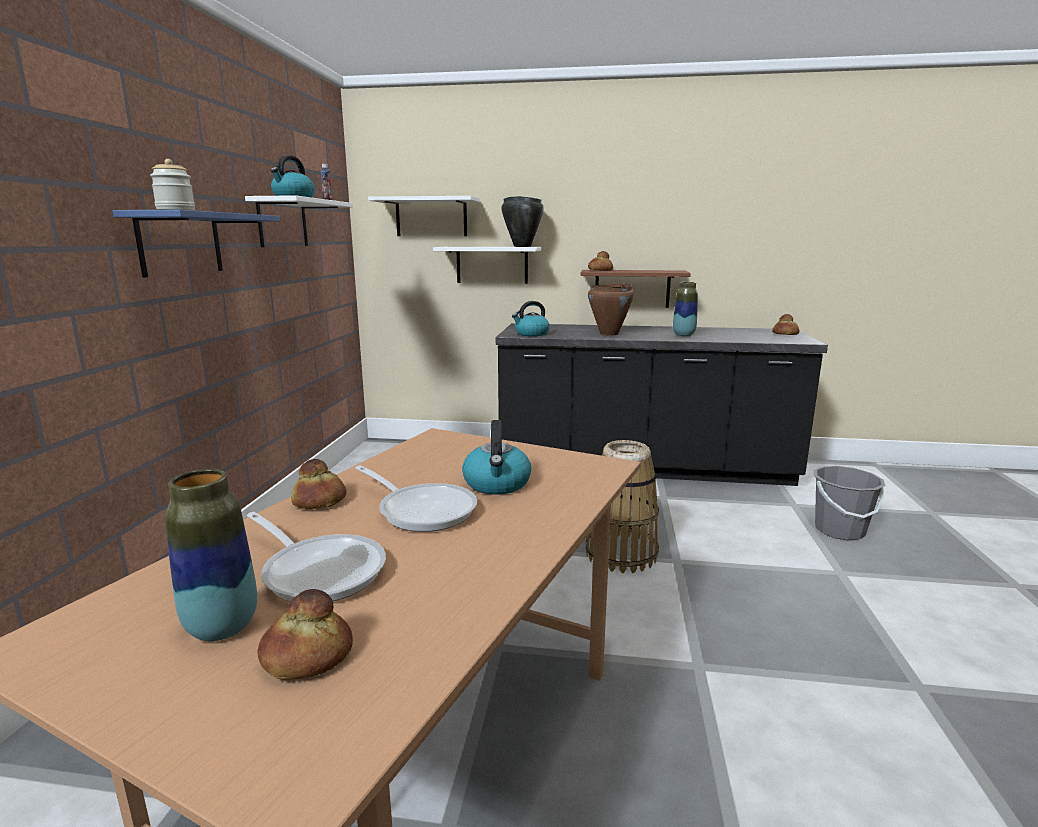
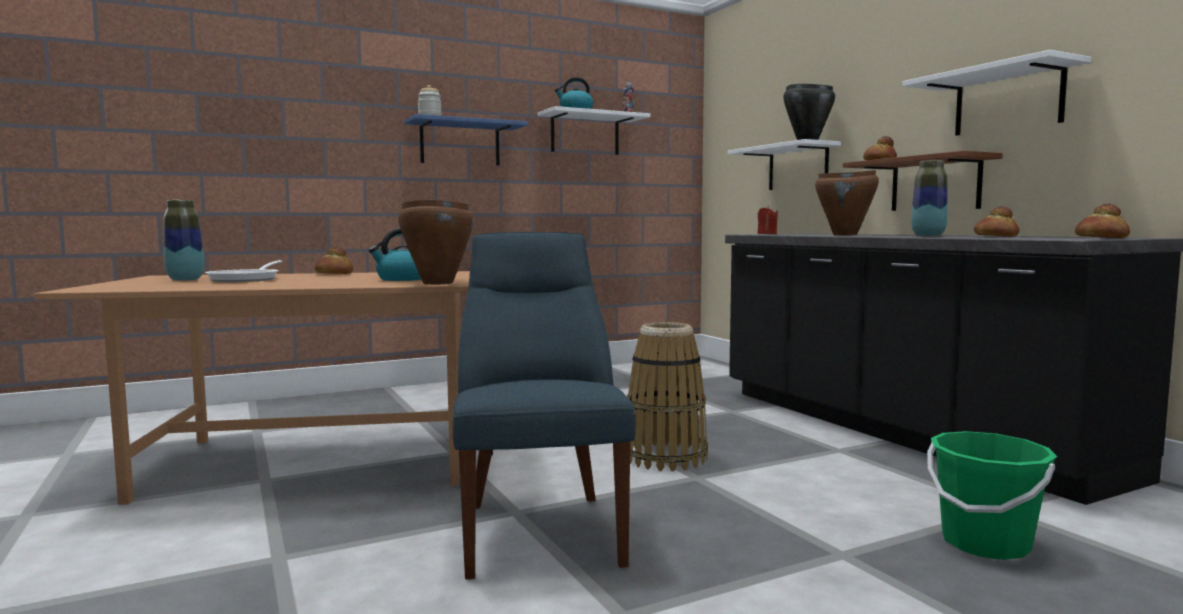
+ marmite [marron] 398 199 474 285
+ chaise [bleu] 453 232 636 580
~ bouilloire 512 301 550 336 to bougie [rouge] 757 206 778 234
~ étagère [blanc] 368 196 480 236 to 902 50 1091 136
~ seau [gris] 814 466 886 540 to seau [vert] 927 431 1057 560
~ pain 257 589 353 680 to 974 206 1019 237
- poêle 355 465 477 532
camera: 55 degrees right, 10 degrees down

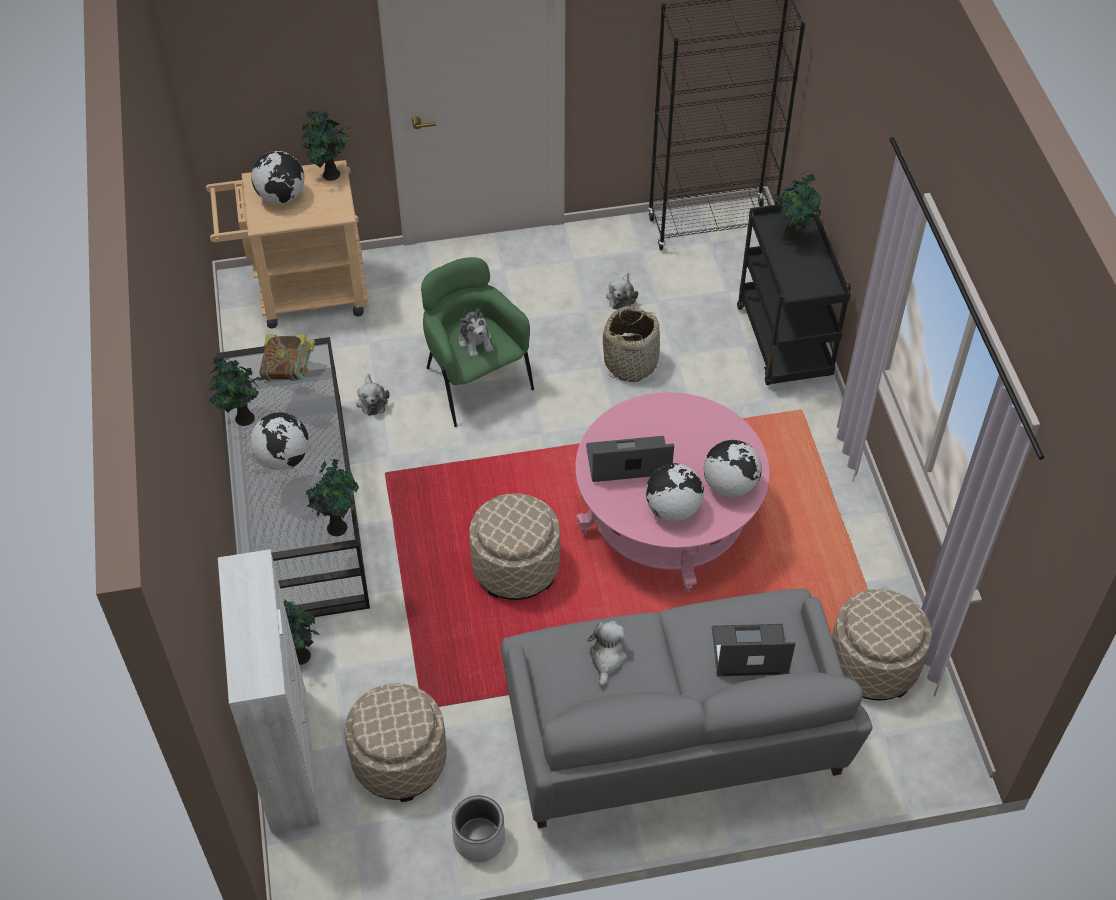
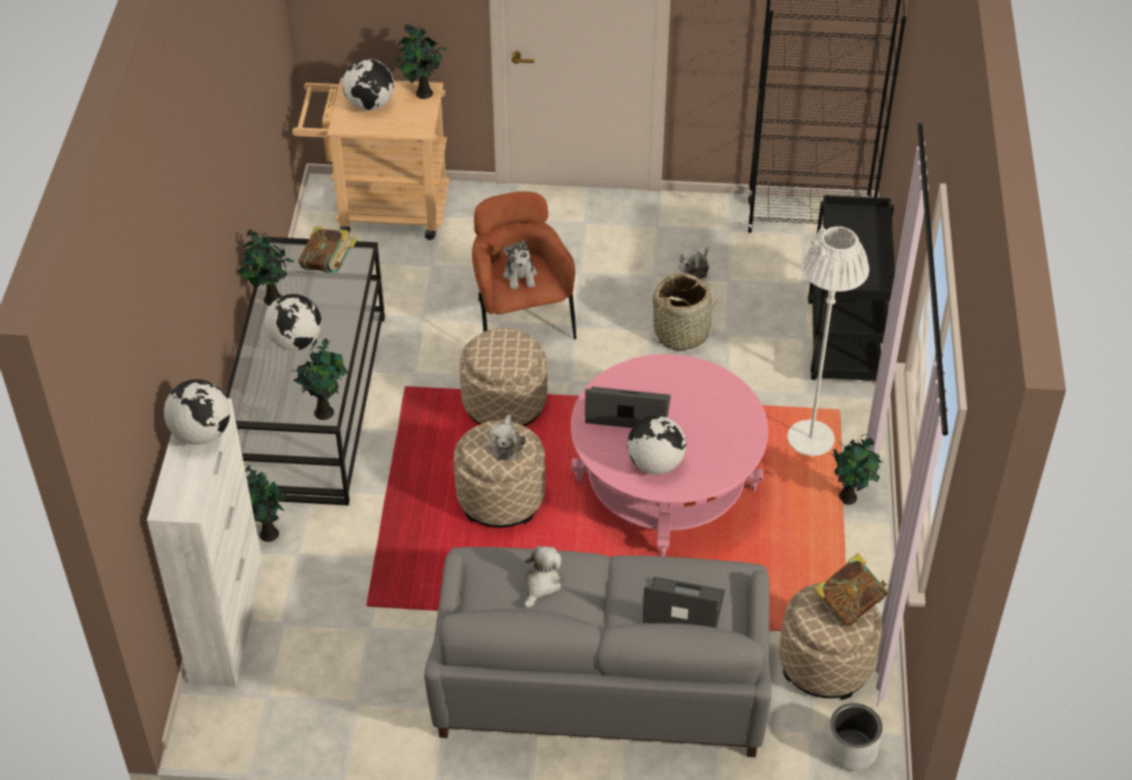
~ globe 704 440 762 498 to 164 379 230 445
~ pouf [beige] 345 684 447 802 to 460 328 547 426
~ fauteuil [vert] 421 257 534 427 to fauteuil [marron] 472 191 577 340
~ peluche 356 374 390 416 to 487 414 525 460
+ lampadaire [blanc] 787 226 869 456
+ livre 814 553 888 627
~ cache-pot [gris] 452 796 505 862 to 826 703 882 771
~ plante en pot 774 171 822 246 to 831 434 883 505
camera: 15 degrees right, 5 degrees down

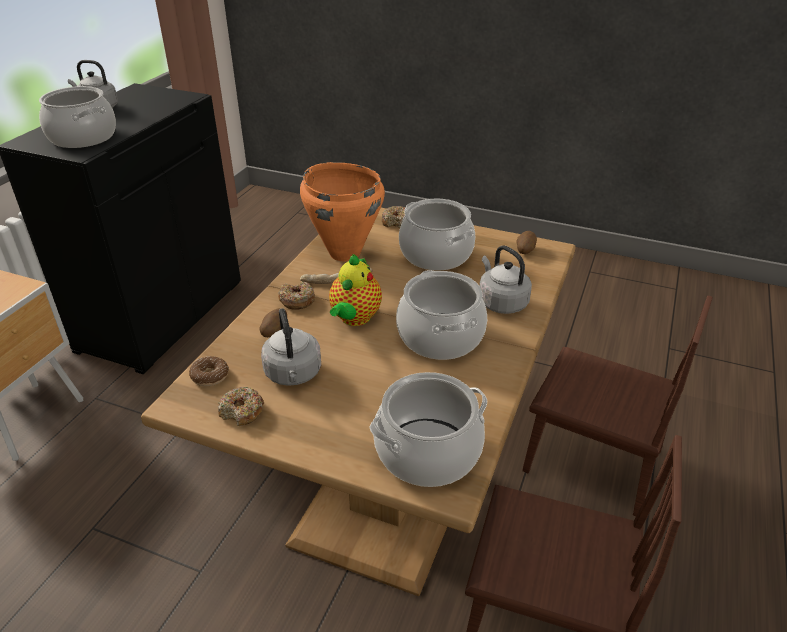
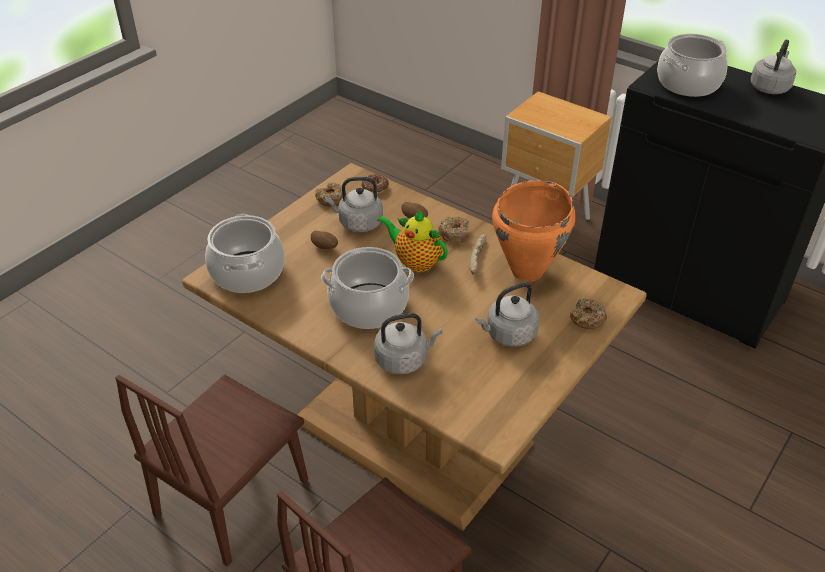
~ pomme de terre 516 231 537 254 to 311 231 338 249
~ marmite 399 199 475 270 to bouilloire [gris] 476 283 539 347
camera: 105 degrees right, 5 degrees up

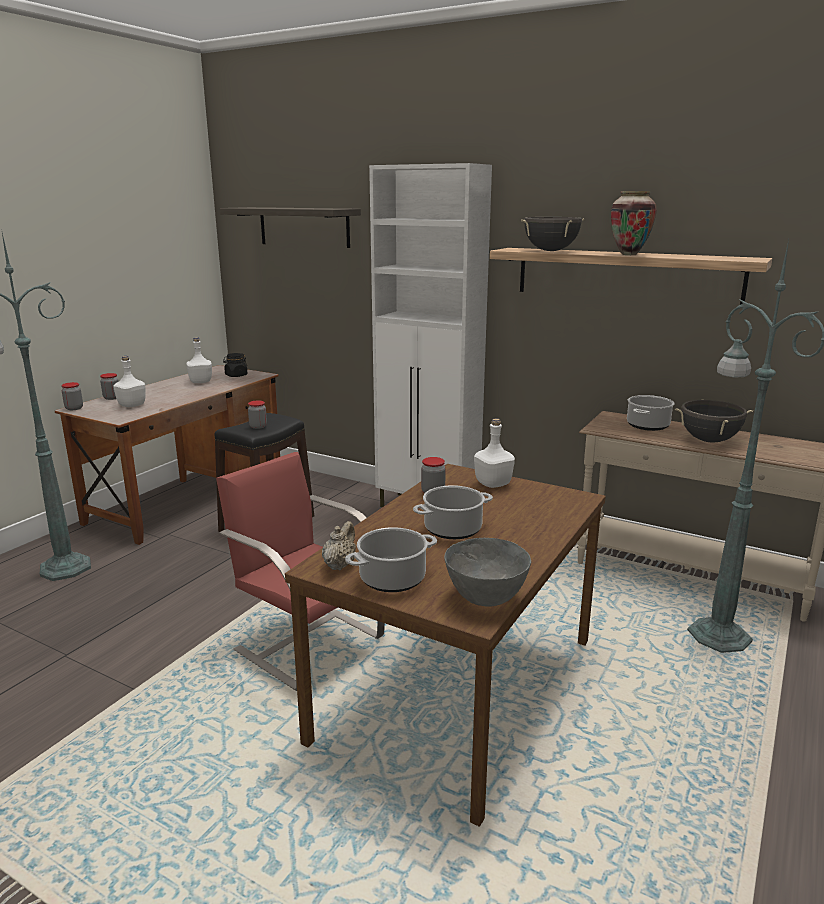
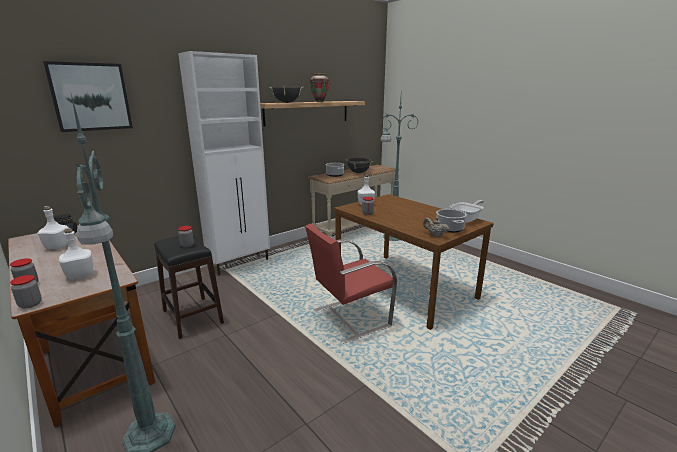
~ étagère 220 207 361 248 to tableau 43 61 133 132
~ bol [gris] 444 538 531 607 to poêle 449 200 484 223
- marmite 413 485 493 539
camera: 70 degrees left, 0 degrees up

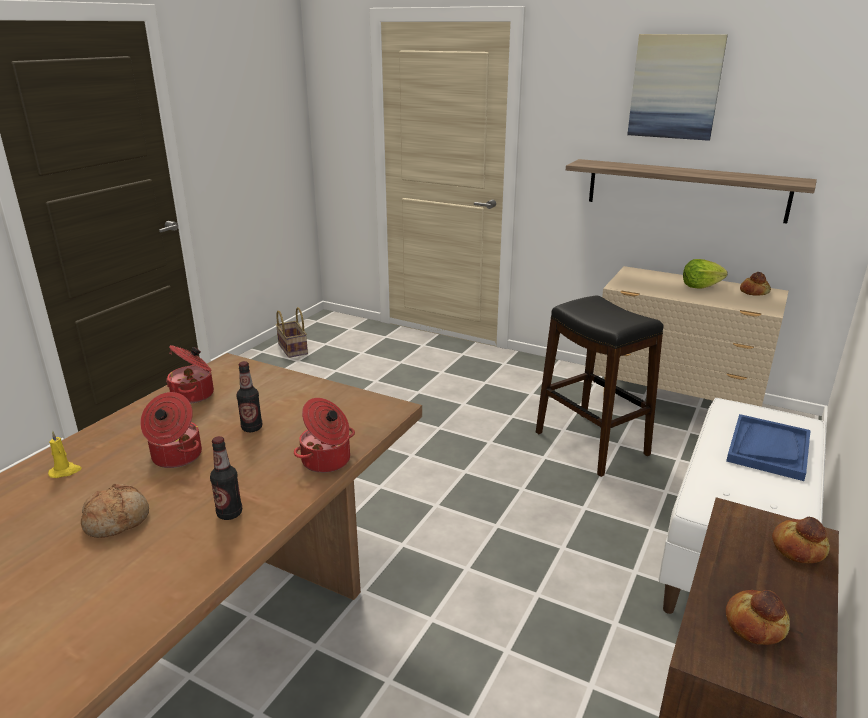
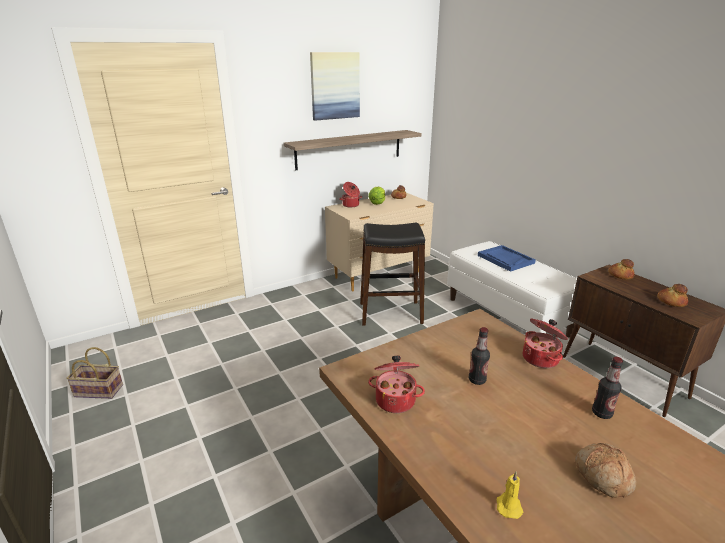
~ marmite 140 392 202 468 to 339 182 362 207
camera: 60 degrees left, 0 degrees up

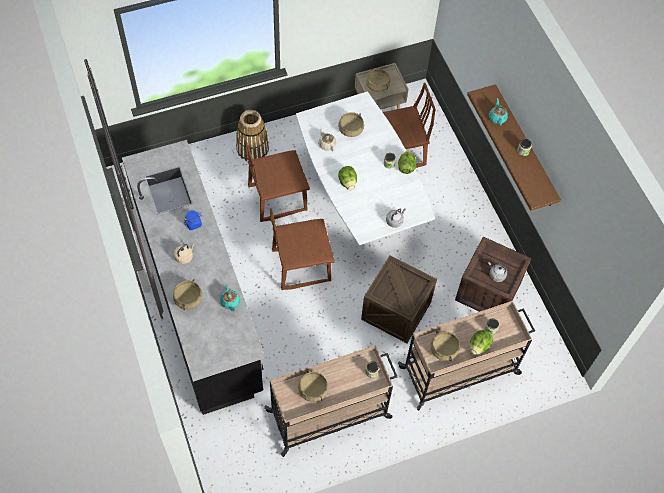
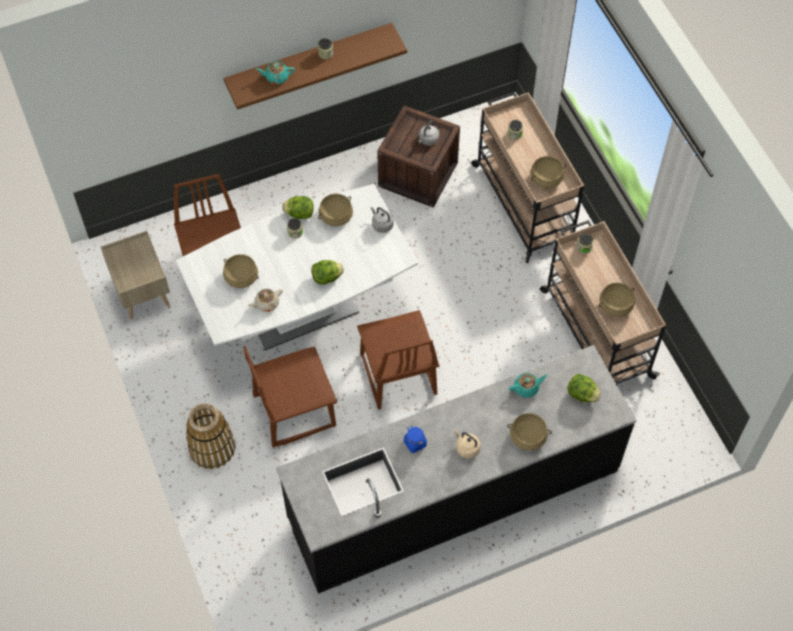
~ chaise [marron] 245 140 310 222 = 243 346 337 448 90 degrees clockwise
~ marmite [beige] 366 69 390 92 to 318 194 353 226
~ laitue 470 330 493 355 to 567 374 601 403
- caisse 361 255 437 343
camera: 90 degrees left, 0 degrees up

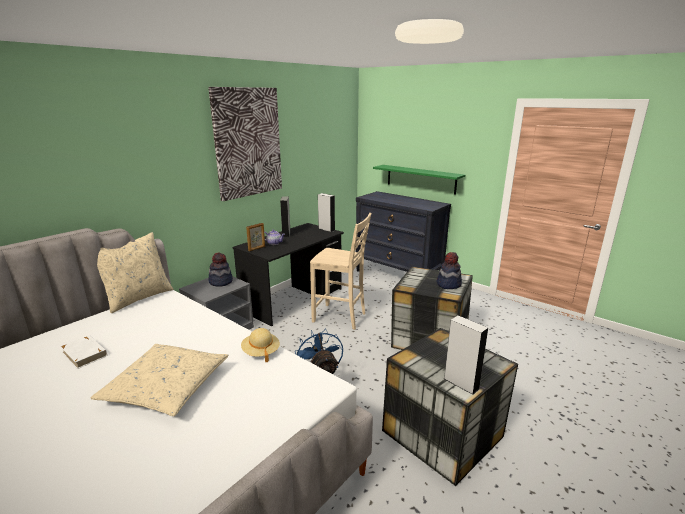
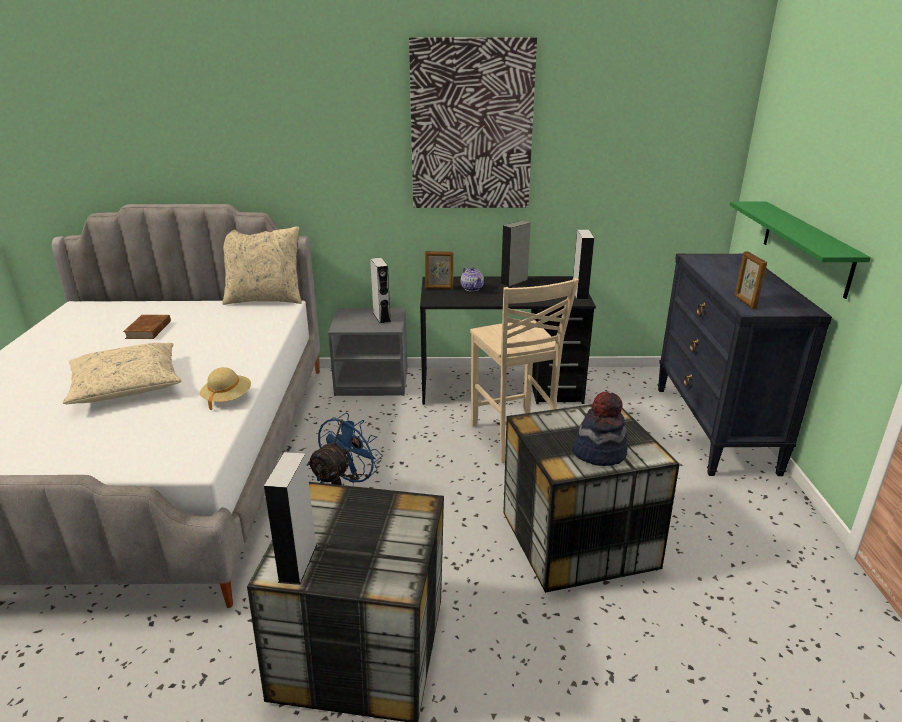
~ livre [blanc] 60 335 107 369 to livre [marron] 123 315 171 339
~ chapeau 209 252 233 287 to enceinte [gris] 370 257 390 324
+ cadre photo 734 251 767 309
camera: 50 degrees right, 5 degrees up

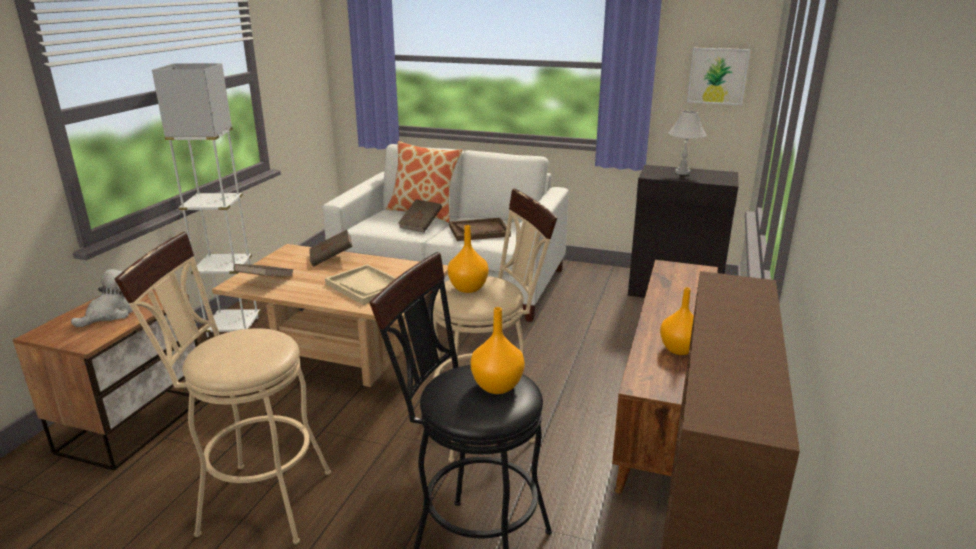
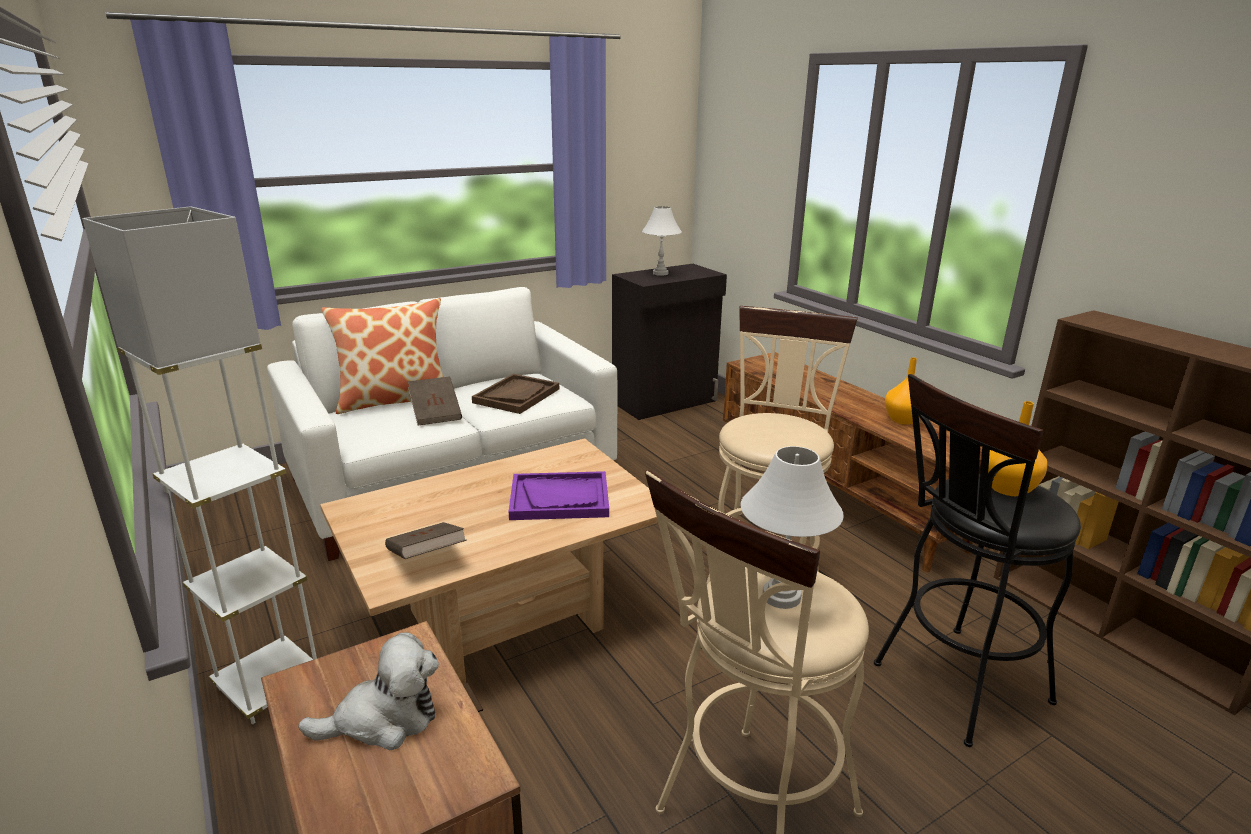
~ peluche 71 269 133 327 = 298 633 439 750 90 degrees clockwise
~ plateau [beige] 325 264 396 305 to plateau [violet] 509 471 609 520
+ lampe de table [blanc] 740 446 844 609
- livre [marron] 309 230 352 267
- vase [orange] 448 225 489 293
- tableau 687 48 750 105
camera: 50 degrees left, 0 degrees up

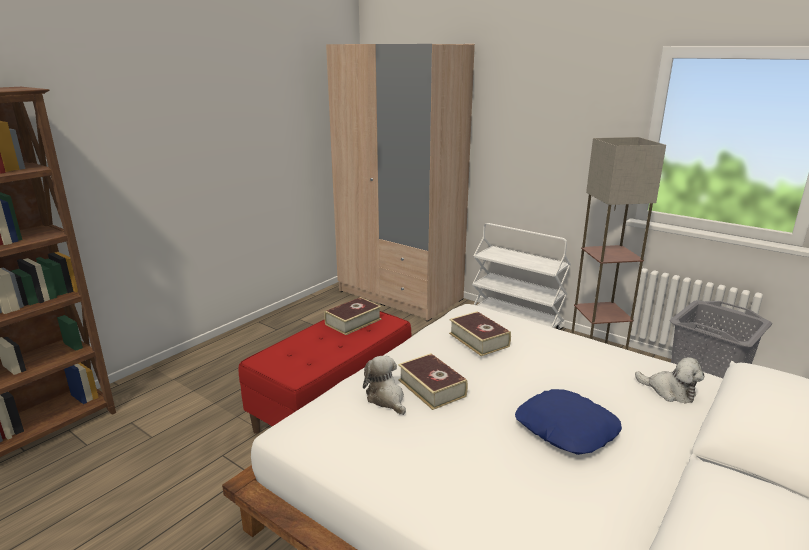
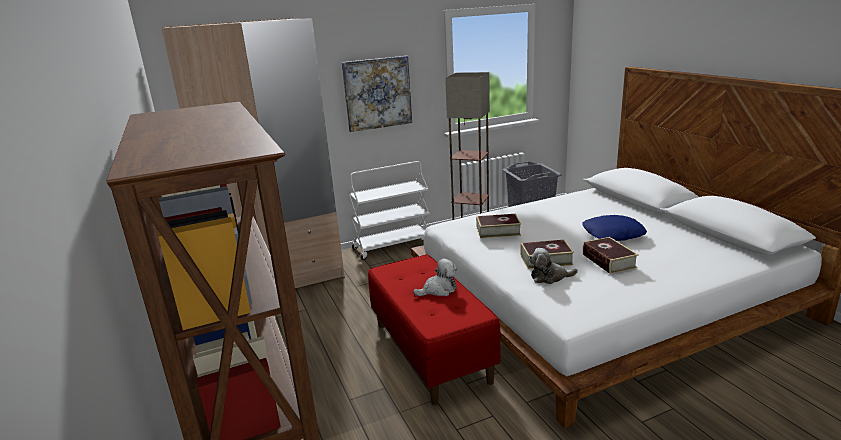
+ tableau 342 56 412 132
~ peluche 635 357 704 403 to 413 258 457 296
~ livre 324 297 382 335 to 583 237 639 274
camera: 60 degrees left, 0 degrees up

